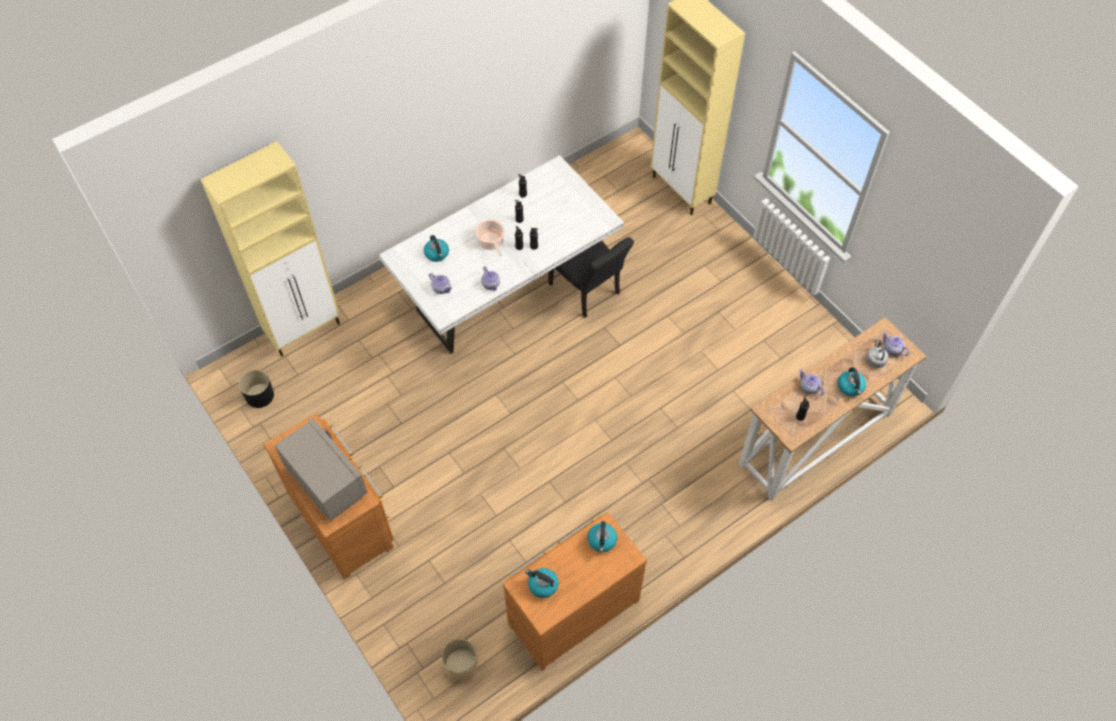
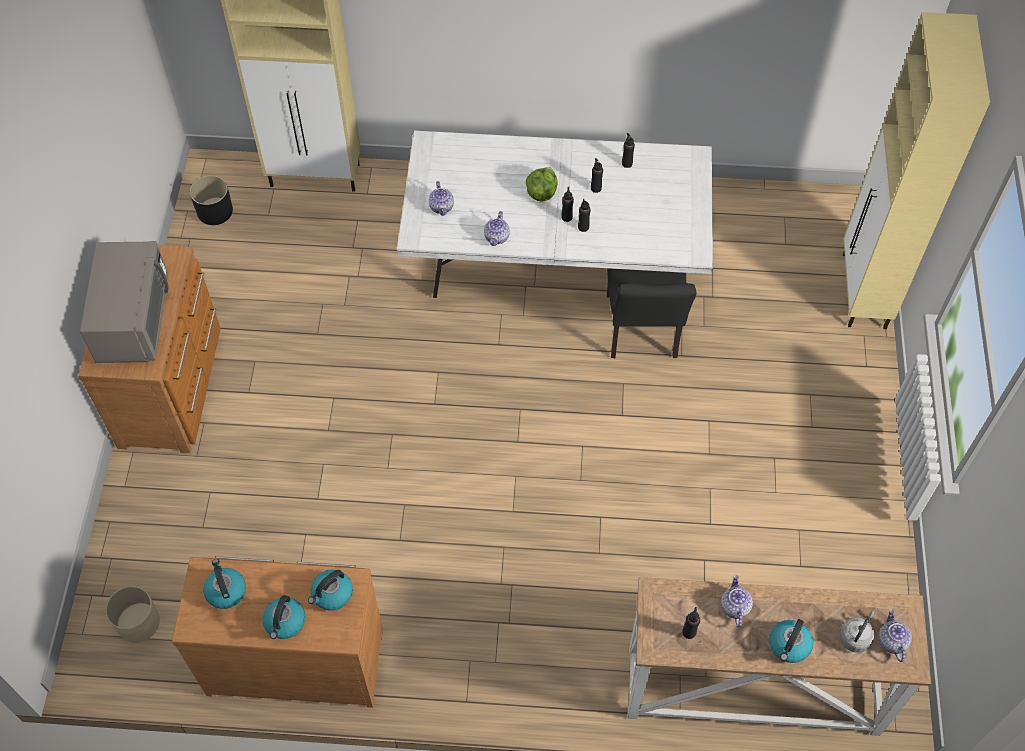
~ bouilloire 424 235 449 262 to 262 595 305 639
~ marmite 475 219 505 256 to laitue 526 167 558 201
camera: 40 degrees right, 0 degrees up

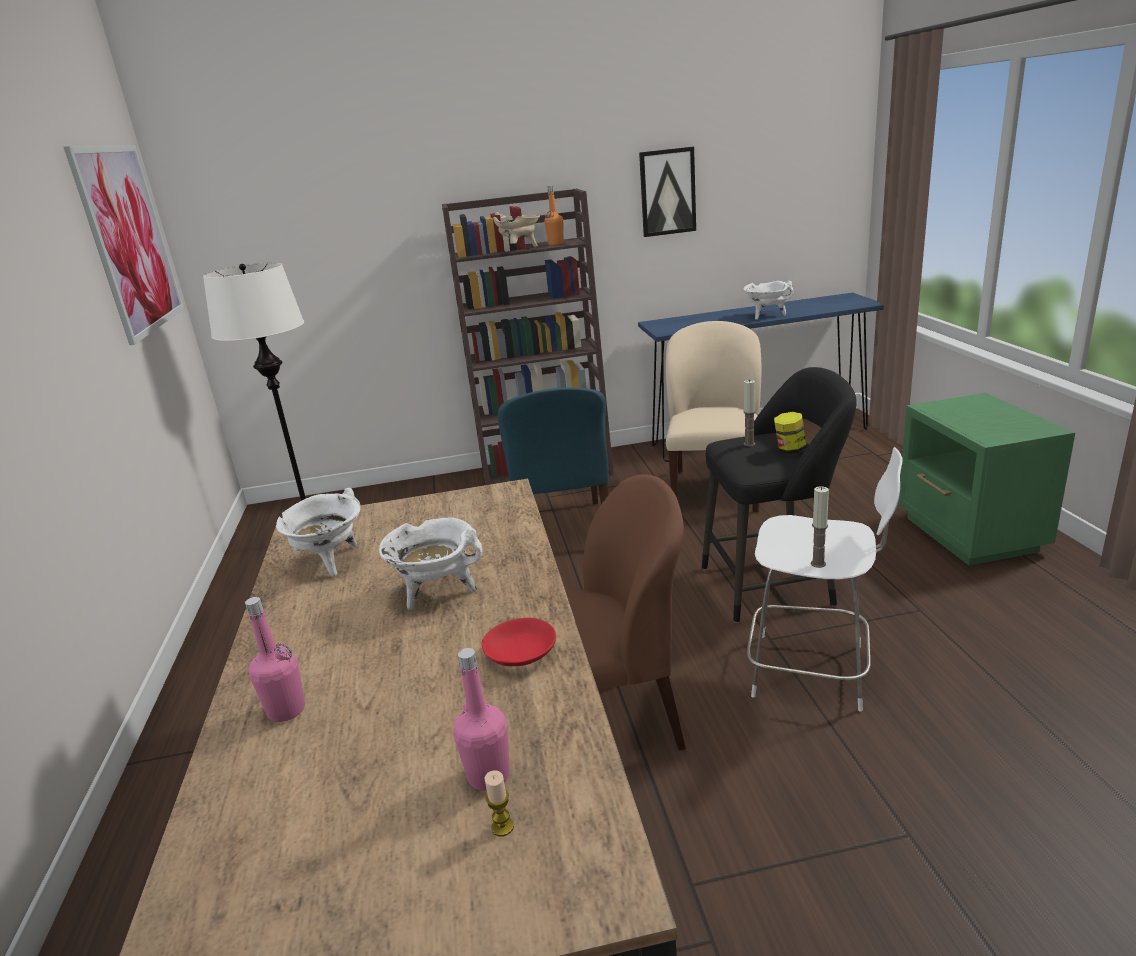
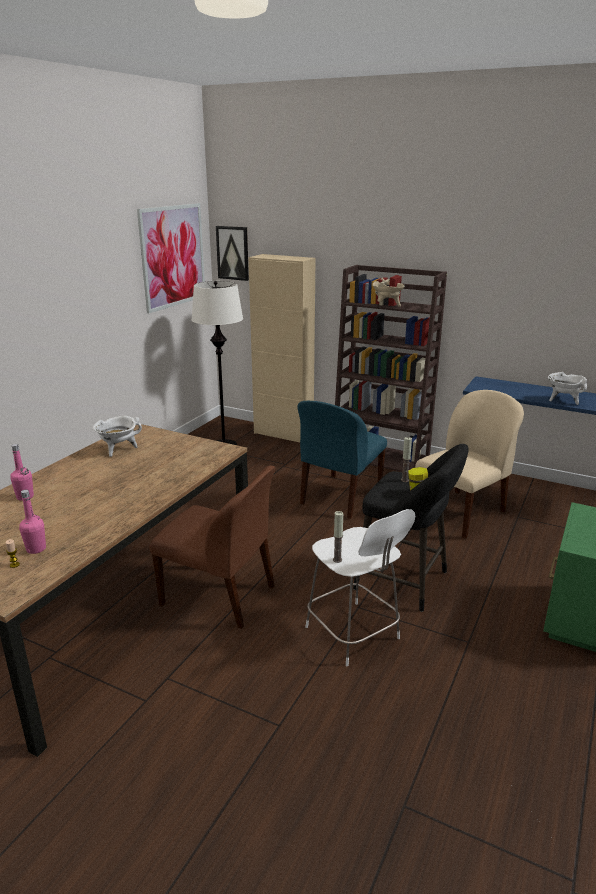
~ tableau 639 147 696 237 to 216 226 249 281
+ meuble de rangement [beige] 249 254 316 442
- marmite [blanc] 379 518 483 610
- bol [rouge] 481 618 556 666
- bouteille [orange] 544 186 564 245
camera: 35 degrees right, 0 degrees up

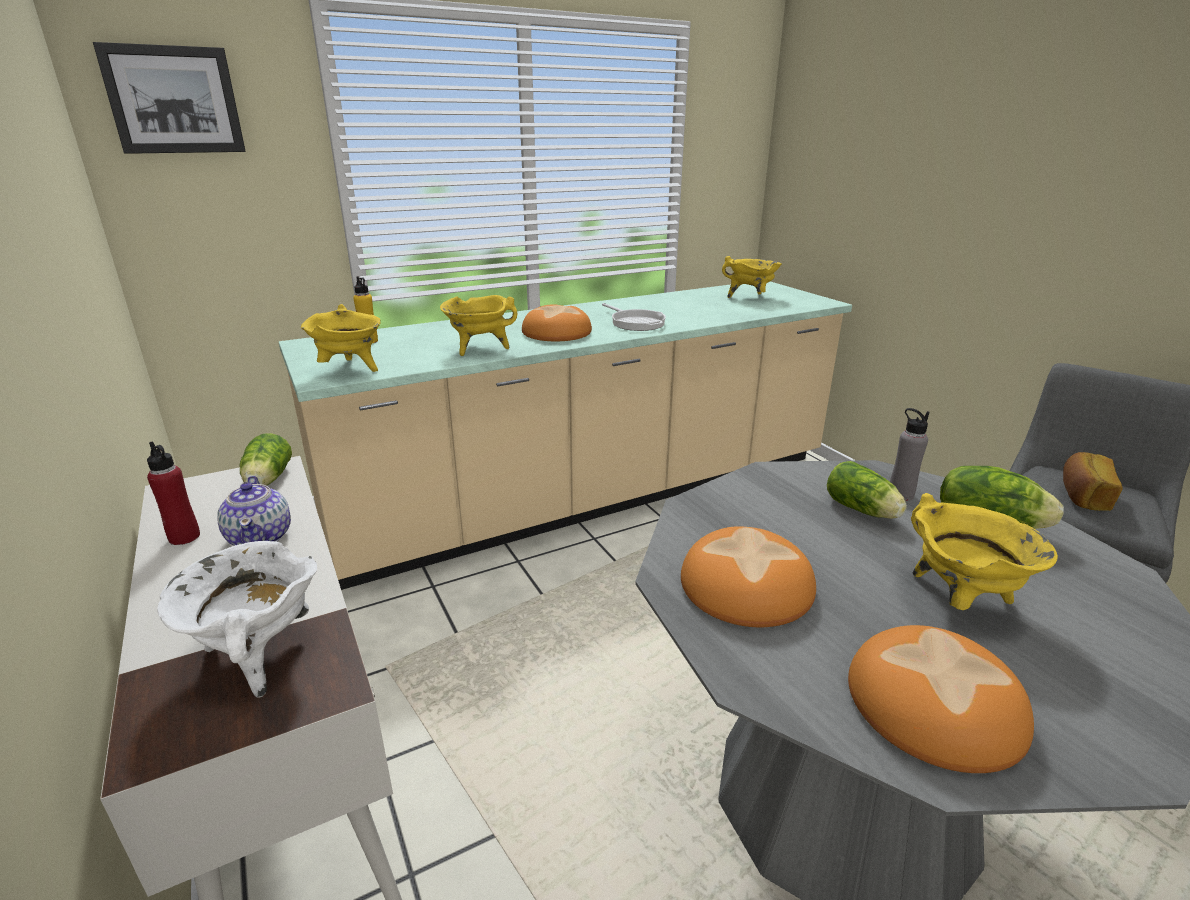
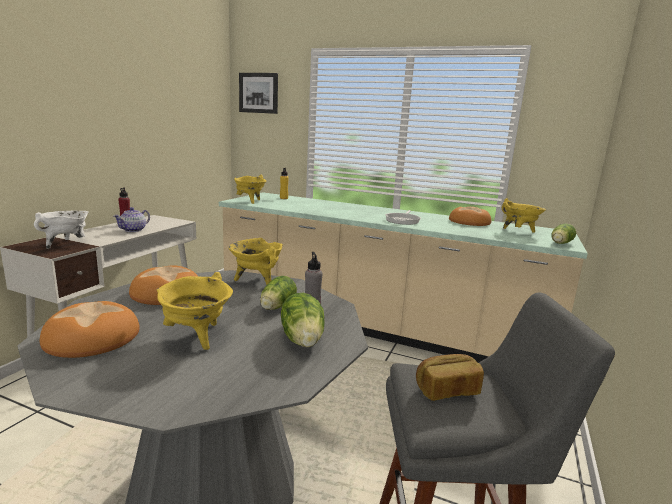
~ marmite [jaune] 440 295 517 356 to 228 238 283 285
~ pain 522 304 592 341 to 449 207 491 226
~ laitue 240 433 292 486 to 551 223 576 244
camera: 50 degrees right, 10 degrees down

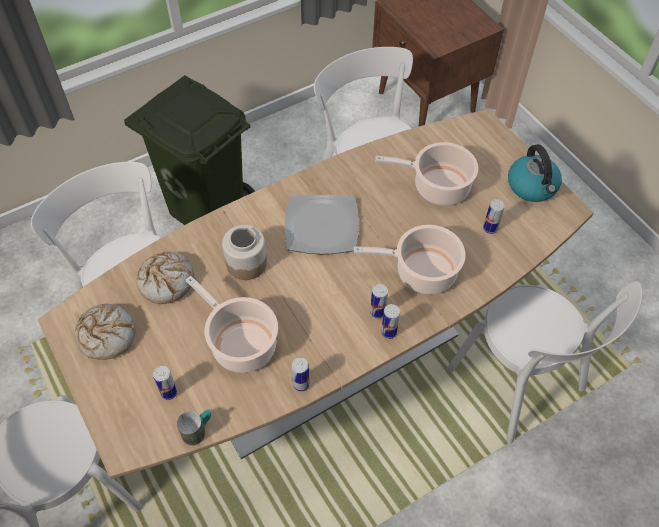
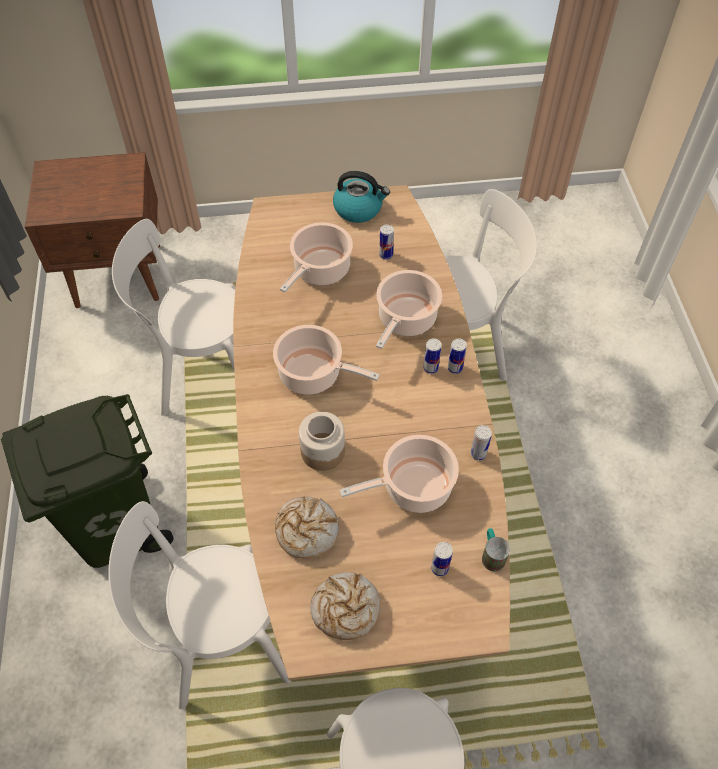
~ assiette 285 195 359 254 to marmite 273 325 380 395
camera: 65 degrees left, 0 degrees up

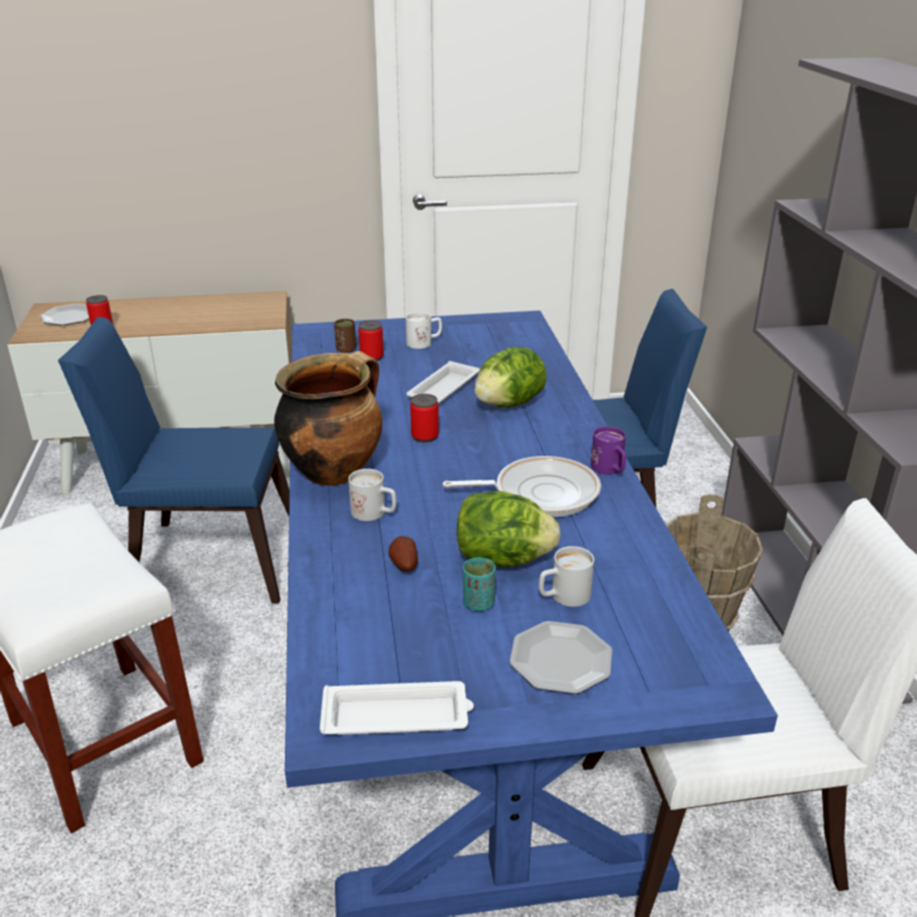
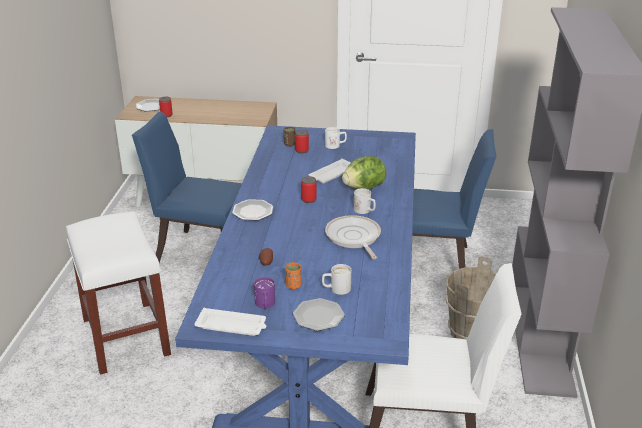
~ marmite 274 351 382 486 to assiette 232 199 273 220
~ mug [violet] 591 426 626 475 to 254 277 275 309
~ tasse [turquoise] 463 557 496 611 to tasse [orange] 285 262 301 289
~ poêle 443 456 601 517 = 325 215 381 259 120 degrees counterclockwise
~ mug [blanc] 348 469 396 521 to 354 188 376 214
- laitue 457 491 561 567
camera: 15 degrees right, 0 degrees up

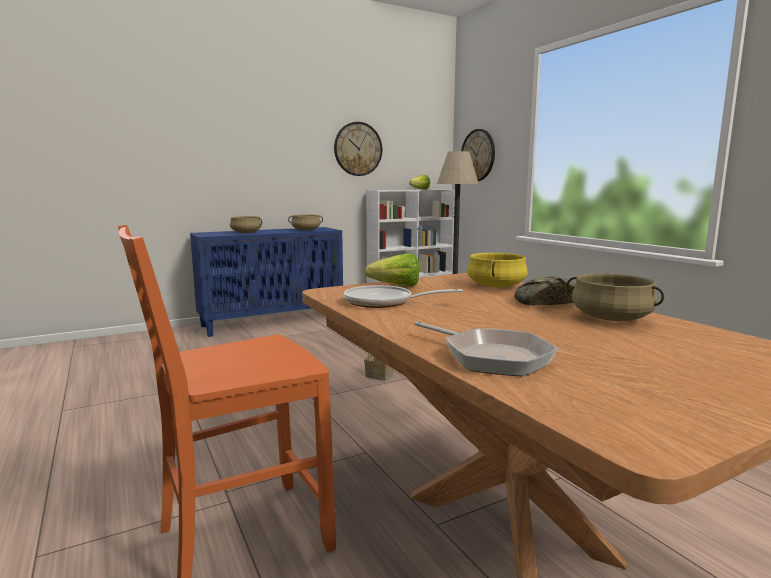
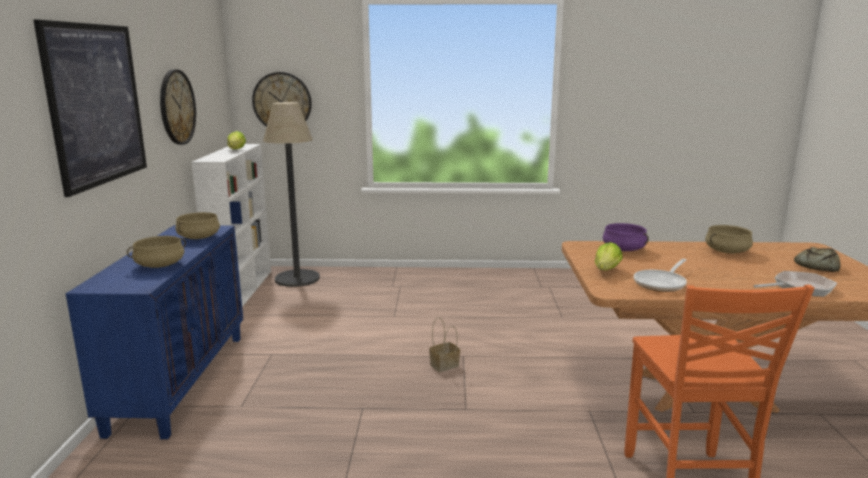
+ tableau 33 20 147 197
~ marmite [jaune] 467 253 527 287 to marmite [violet] 603 223 649 251
~ pain 514 276 575 306 to 794 247 841 272
camera: 60 degrees left, 5 degrees up

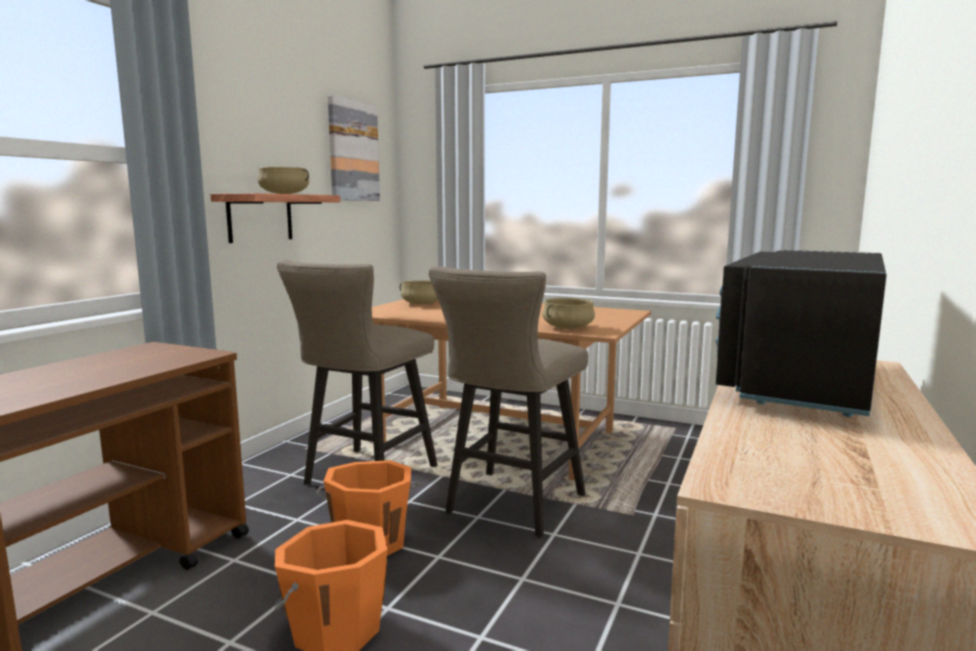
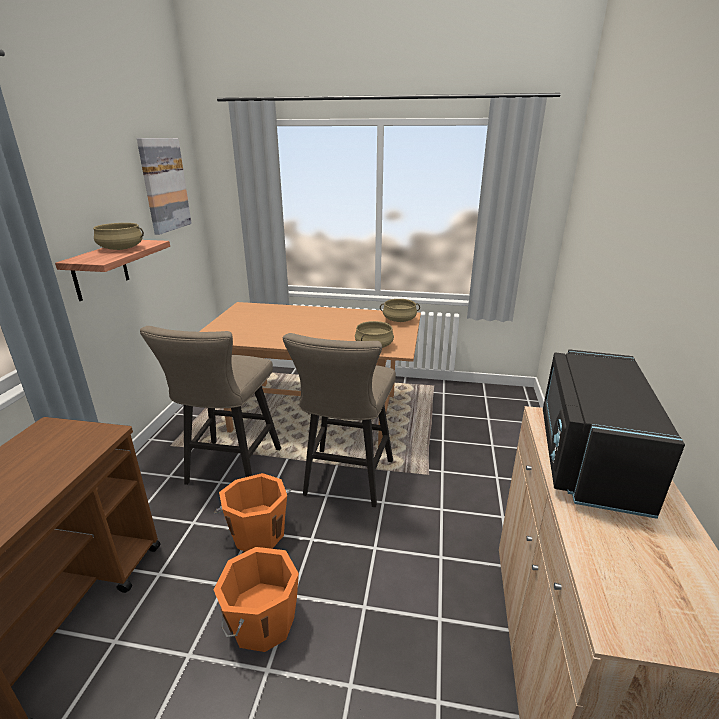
~ marmite [beige] 399 280 438 305 to 380 299 420 322
camera: 15 degrees left, 15 degrees up

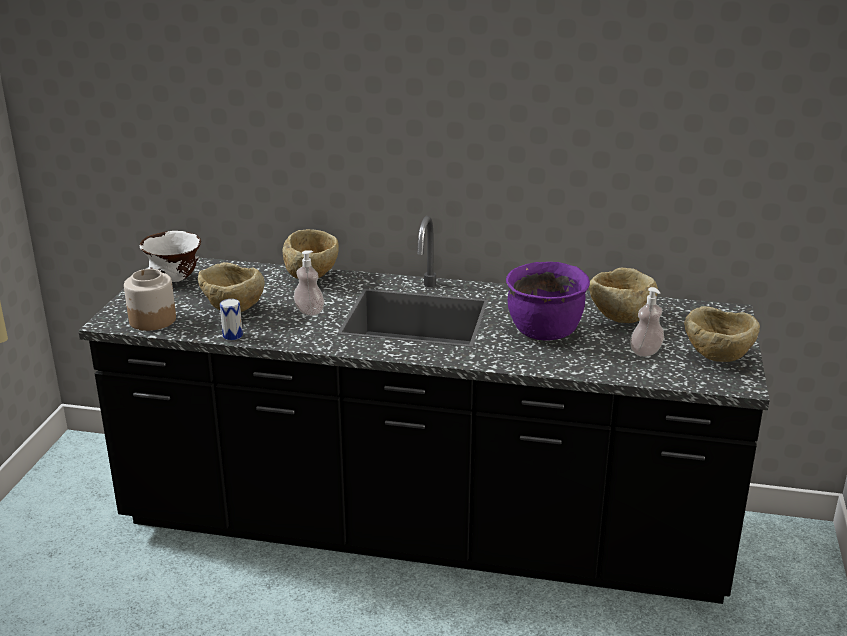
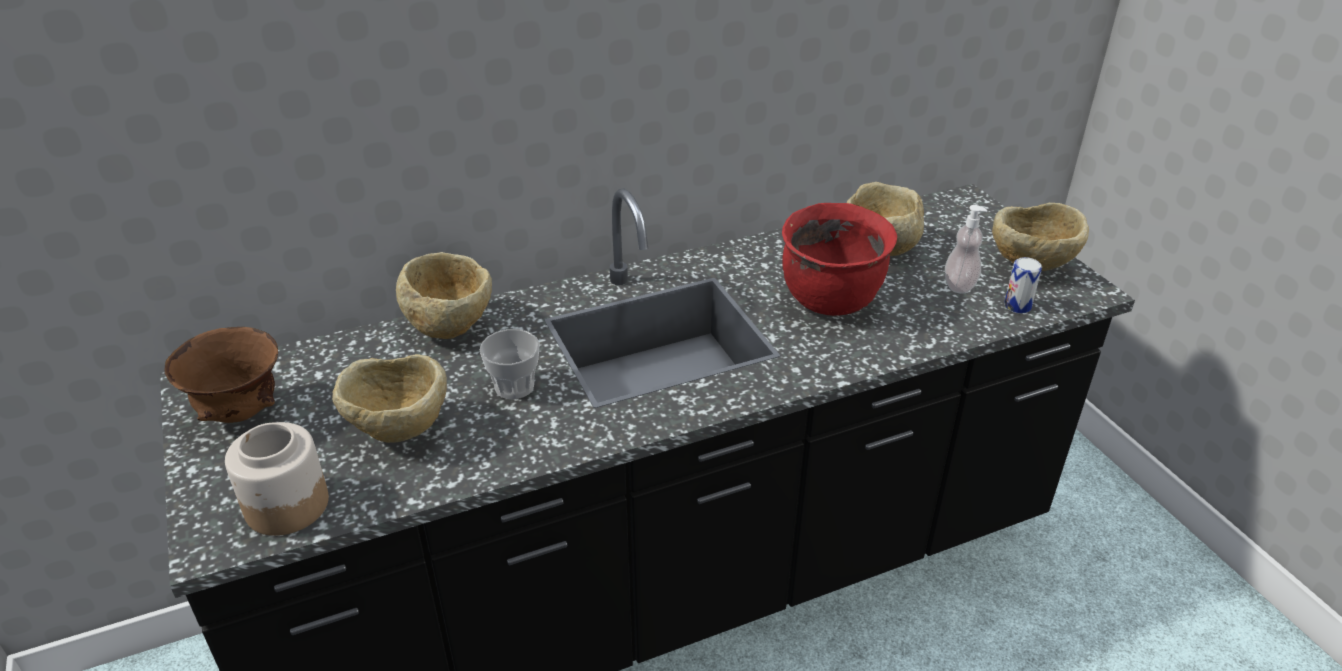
~ bol [blanc] 140 231 201 282 to bol [marron] 164 327 278 423
~ distributeur de savon 294 250 324 316 to tasse 480 329 540 399
~ marmite [violet] 506 262 590 341 to marmite [rouge] 782 203 897 316
~ boîte métallique 220 299 243 340 to 1004 257 1042 314
camera: 35 degrees left, 10 degrees up

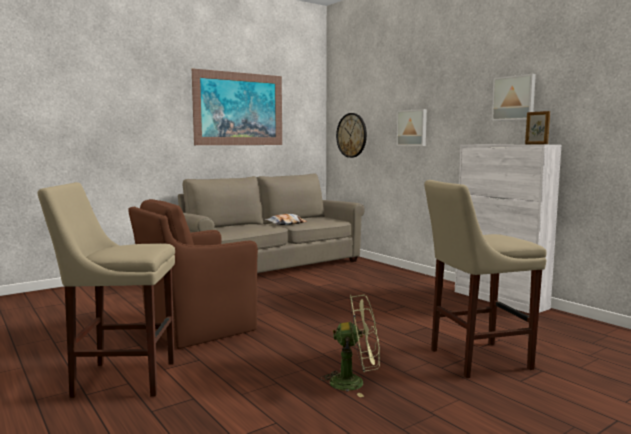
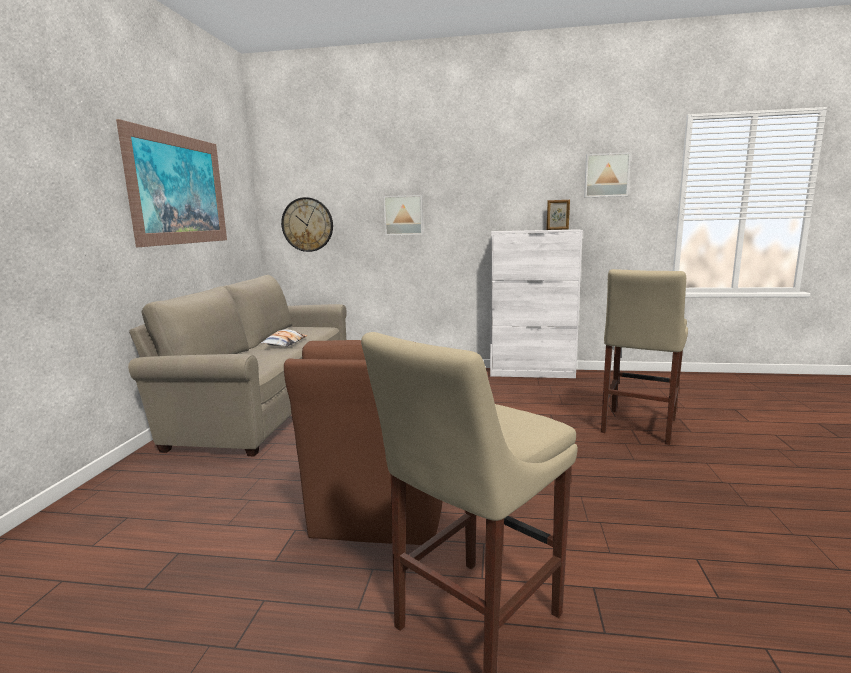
~ tableau 492 74 536 121 to 584 152 631 198
- ventilateur [vert] 320 294 380 397
camera: 45 degrees left, 5 degrees up

